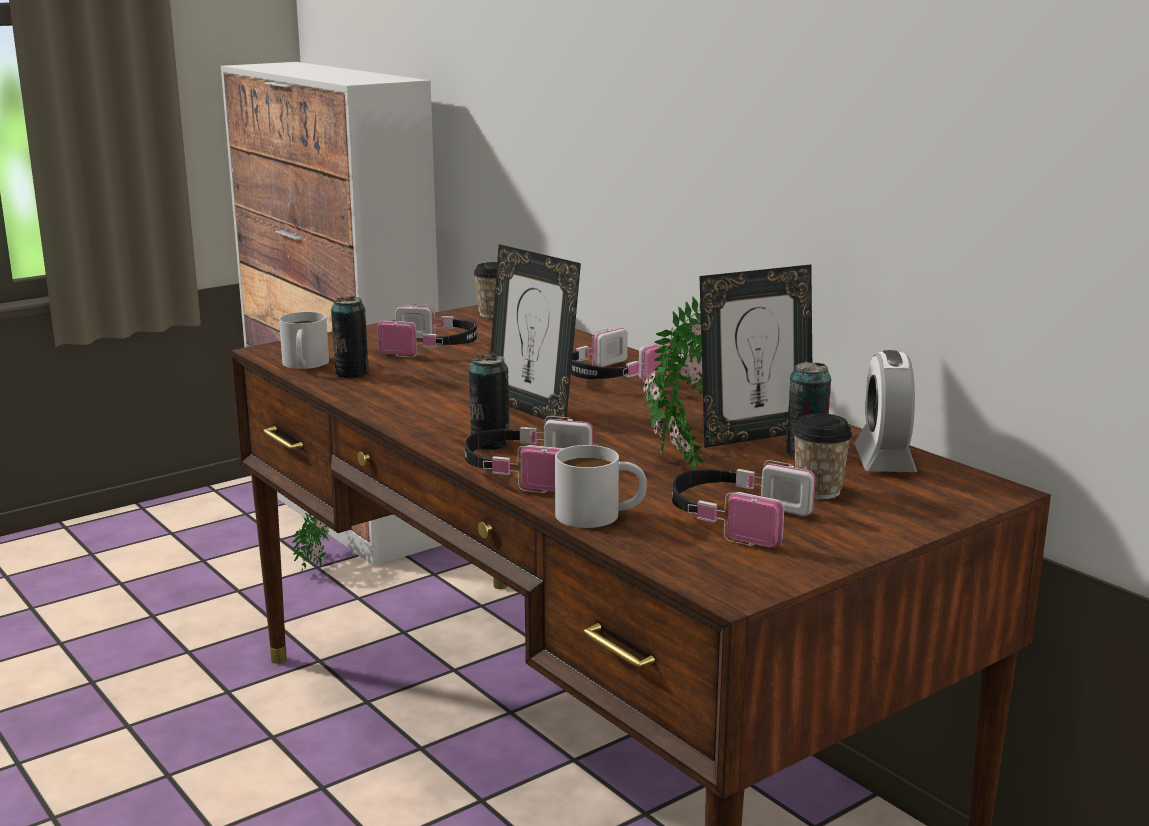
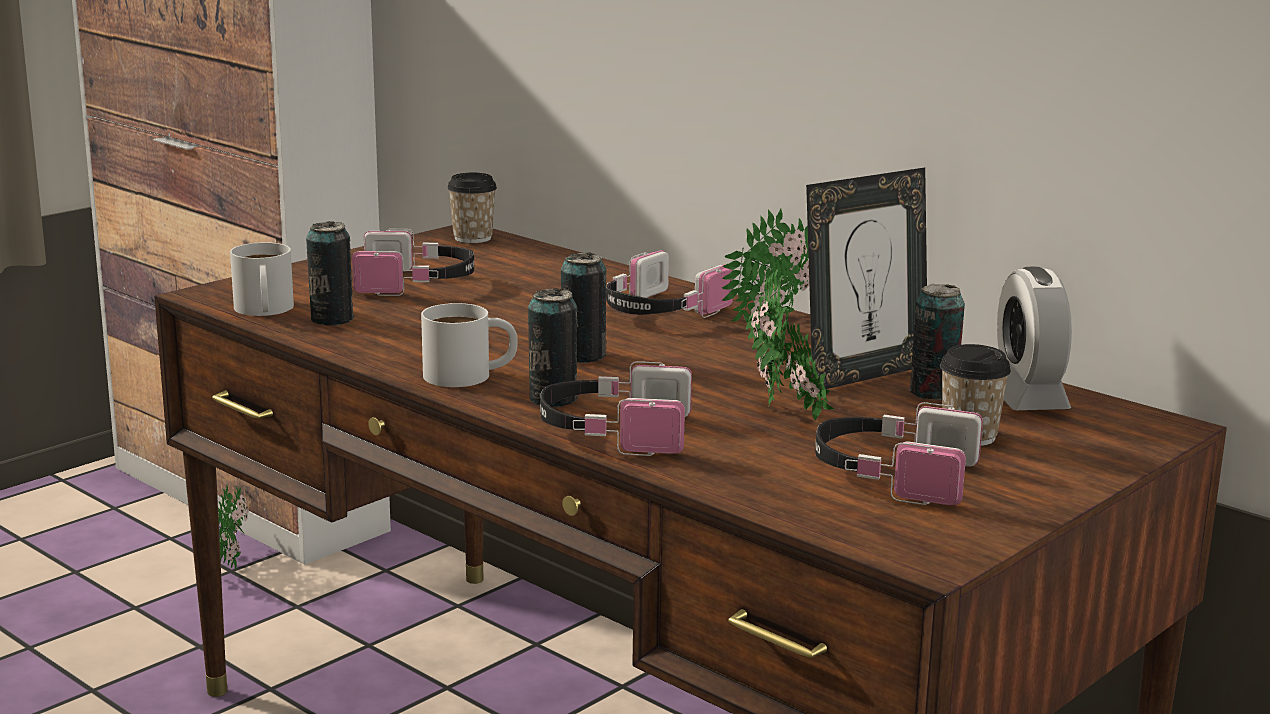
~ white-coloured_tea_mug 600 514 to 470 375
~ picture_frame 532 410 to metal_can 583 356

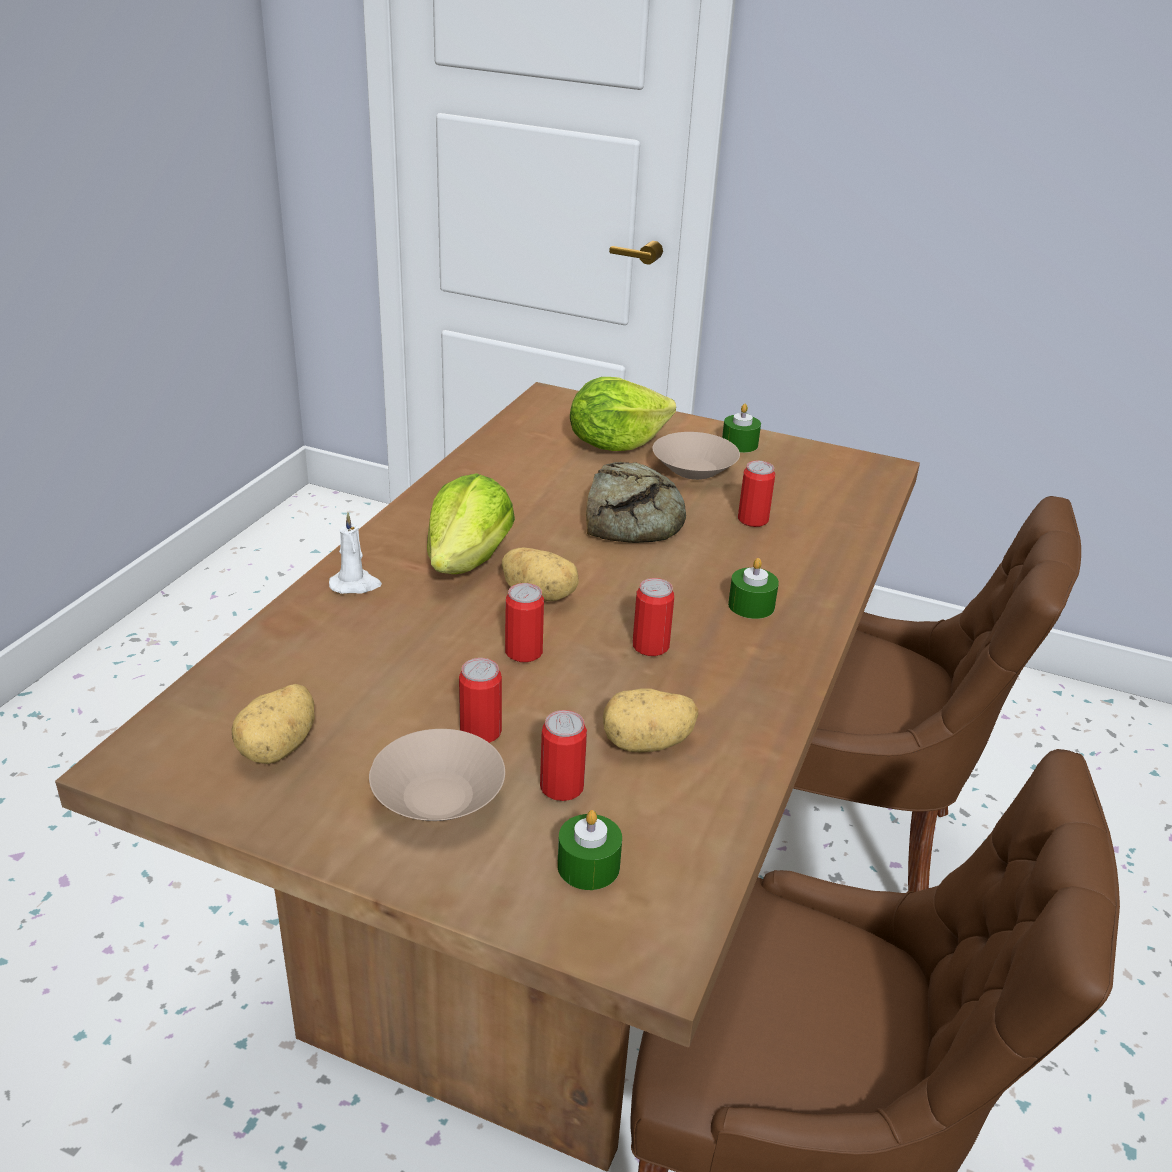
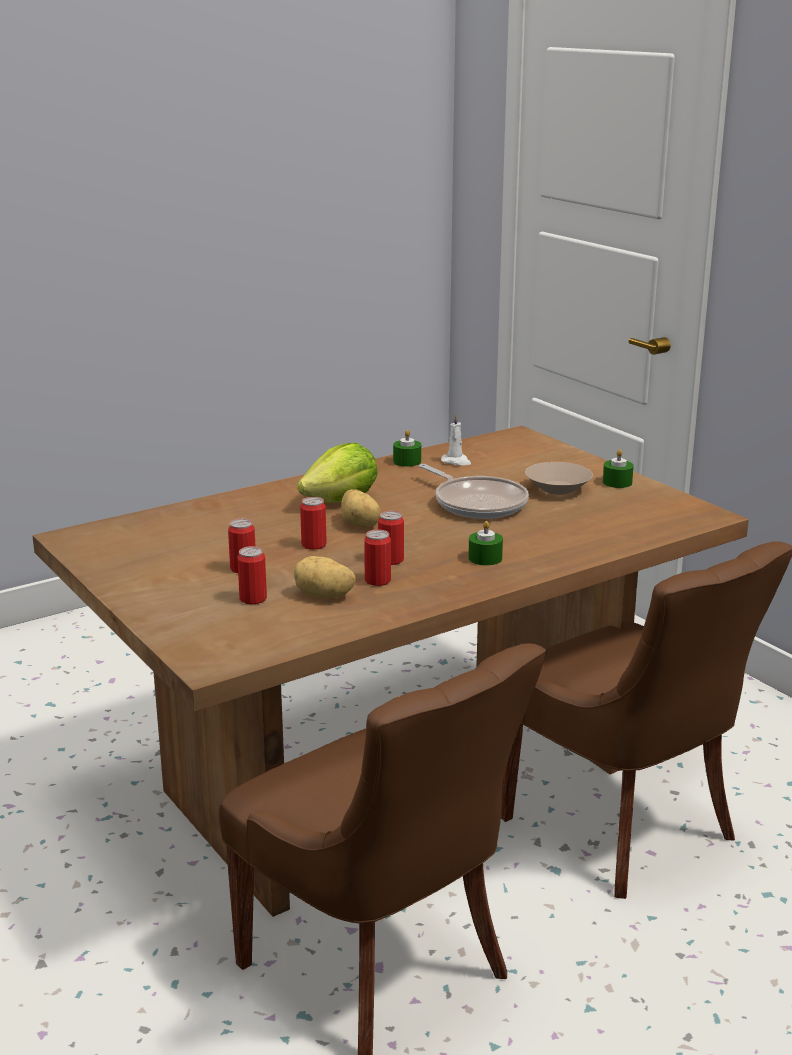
- spud 280 748
- beige-coloured_bowl 437 797
- lettuce 615 444
~ white-coloured_wax_candle 355 585 to 456 462
~ green-coloured_wax_candle 588 866 to 407 461
~ metal_can 753 520 to 377 580
~ bakery_bread 633 517 to frying_pan 477 503

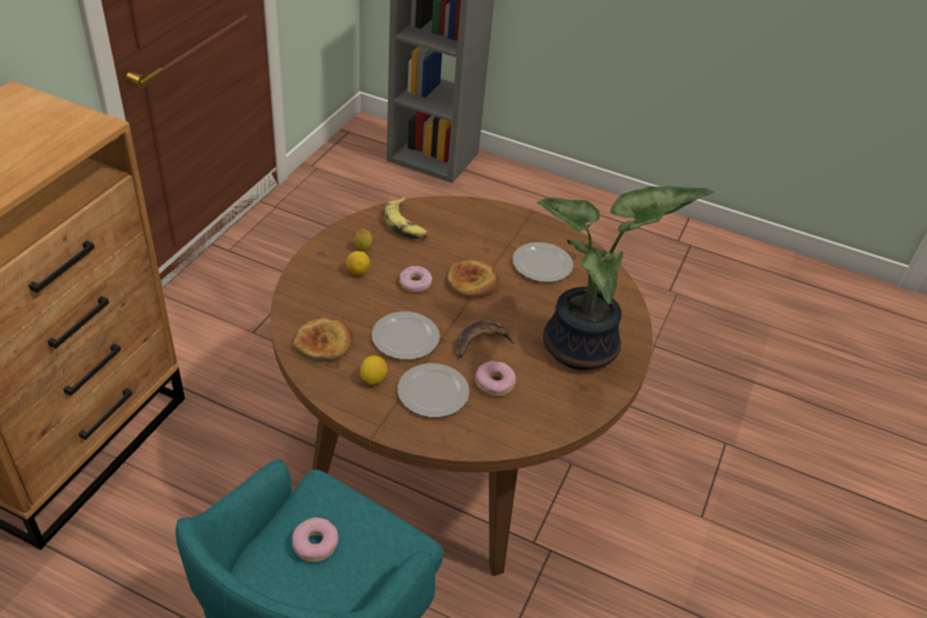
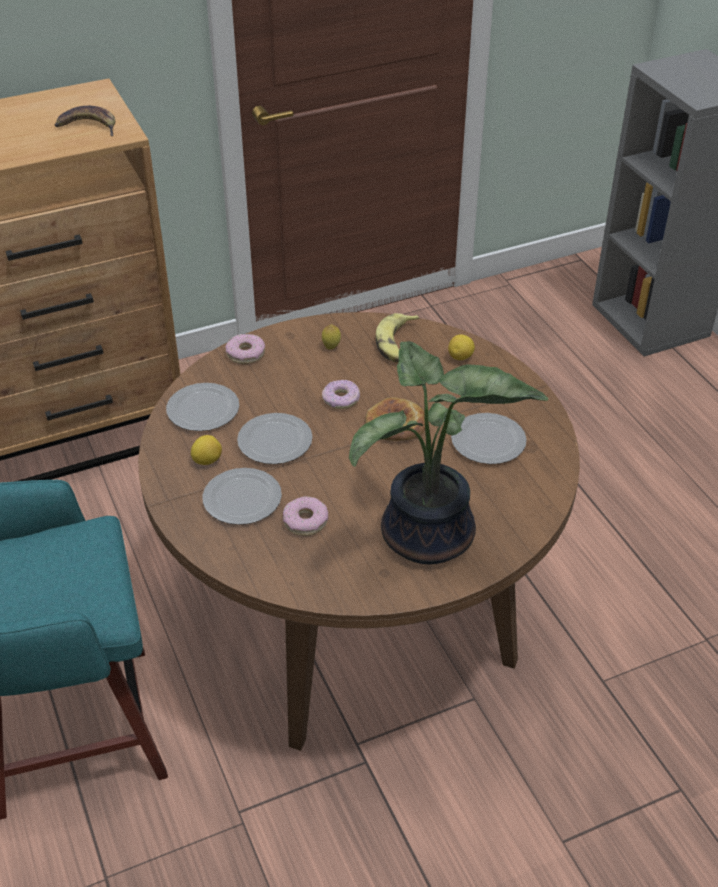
~ doughnut 315 543 to 245 354
~ whole_lemon 358 271 to 460 357
~ whole_banana 480 342 to 88 126
~ bakery_bread 324 342 to plate 204 410

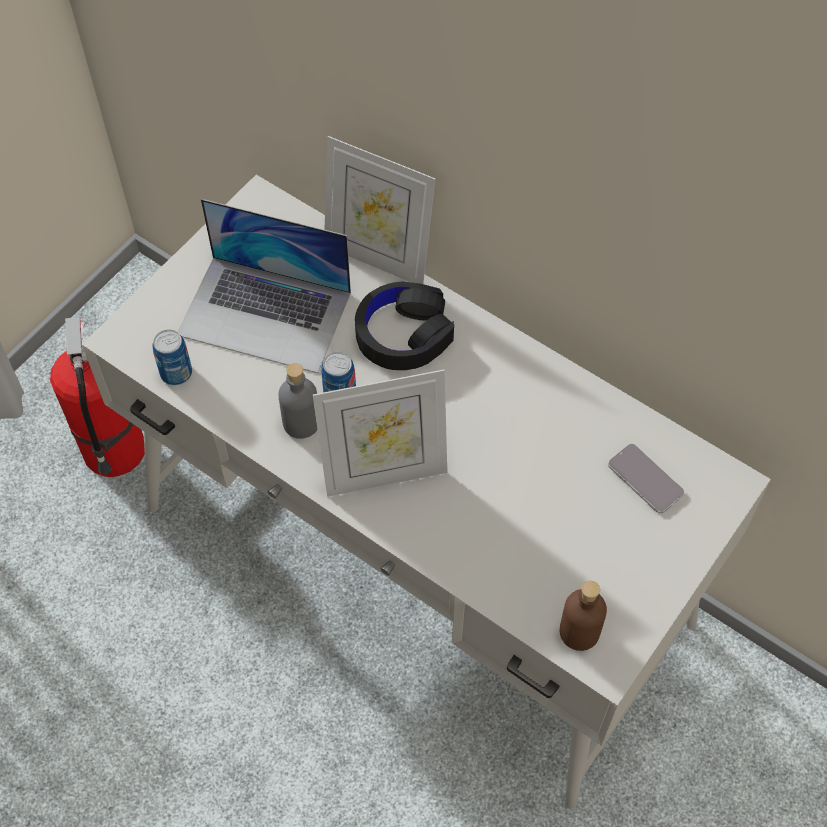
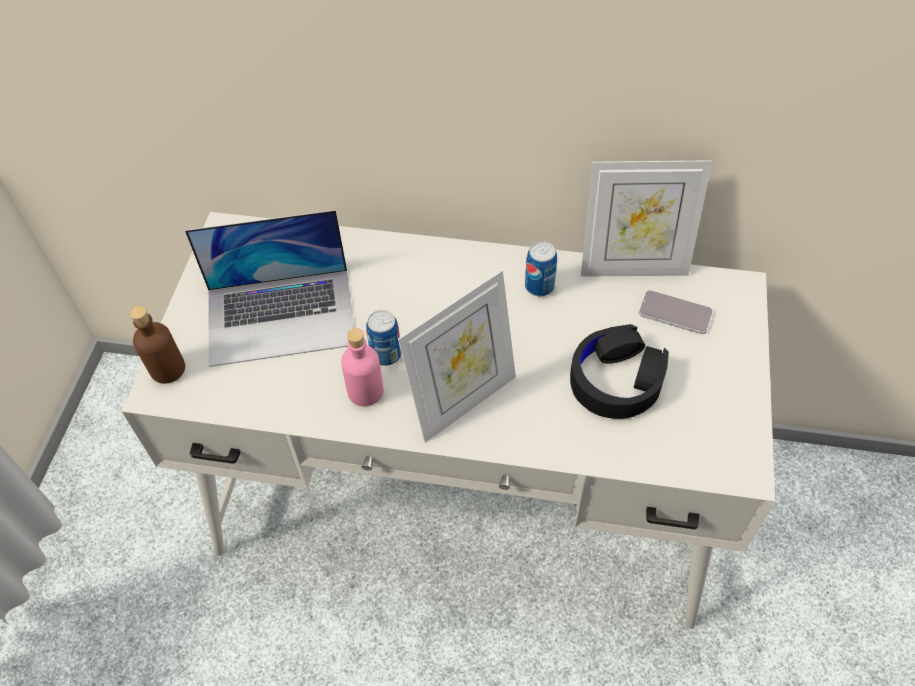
- fire_extinguisher 114 452
~ metal_can 176 373 to 539 286
~ picture_frame 378 257 to 633 267
~ blackish_pair_of_headphones 403 334 to 616 380
~ brown_drink_bottle 579 632 to 167 369
~ gray_drink_bottle 301 423 to pink-coloured_drink_bottle 365 391

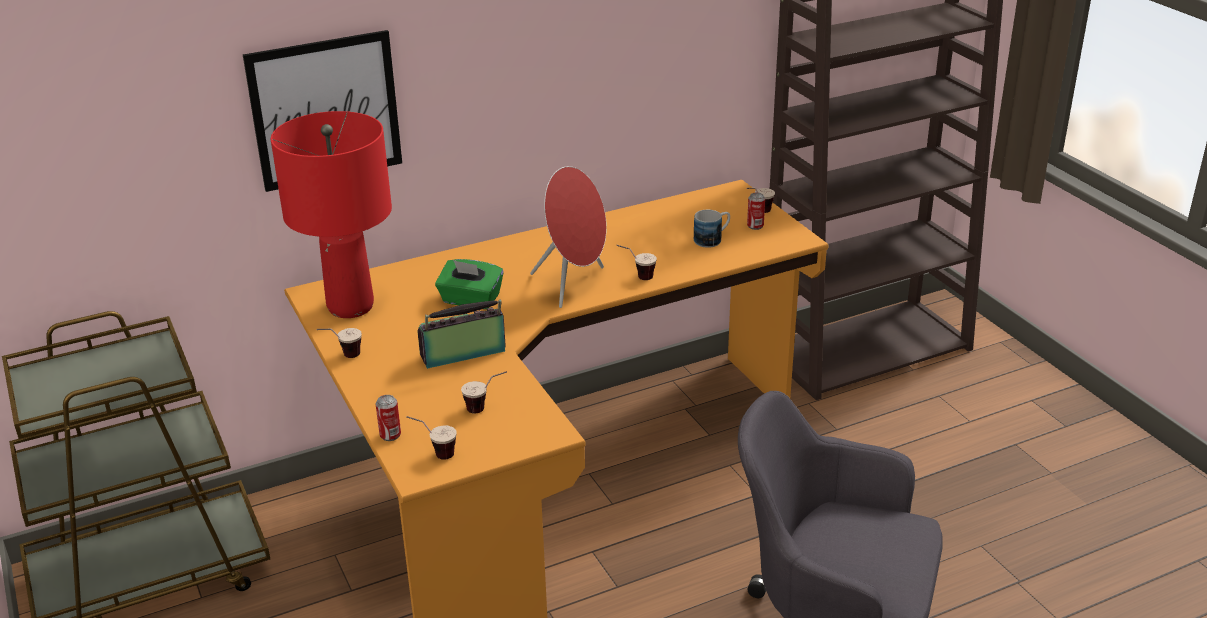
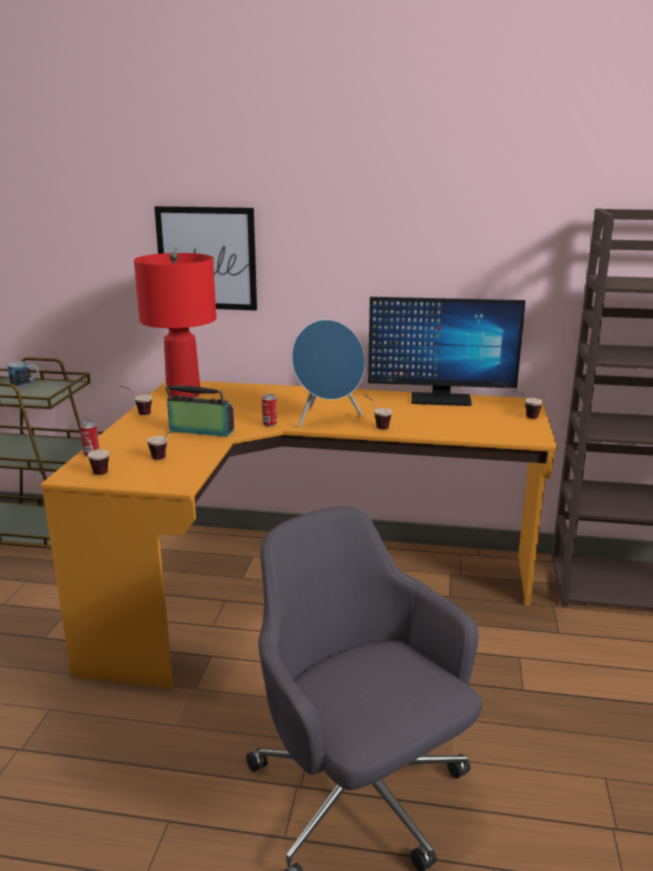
- green-coloured_box_of_tissues 470 300
+ monitor 440 400
~ tea_mug 712 239 to 25 384
~ metal_can 755 226 to 269 424
~ red-coloured_speaker 573 285 to blue-coloured_speaker 327 419

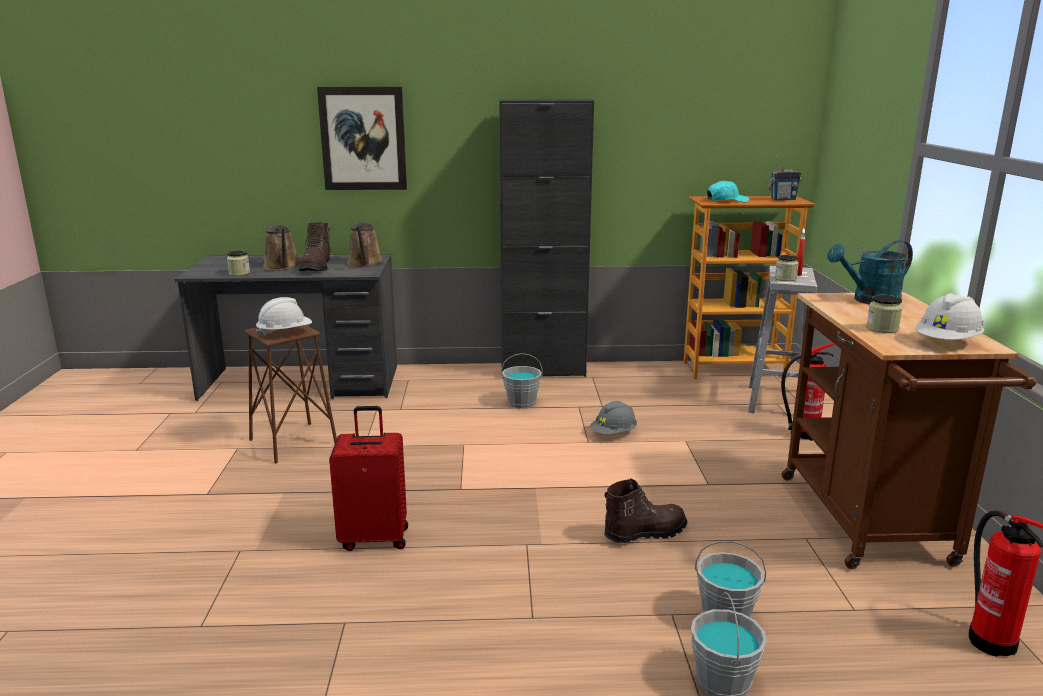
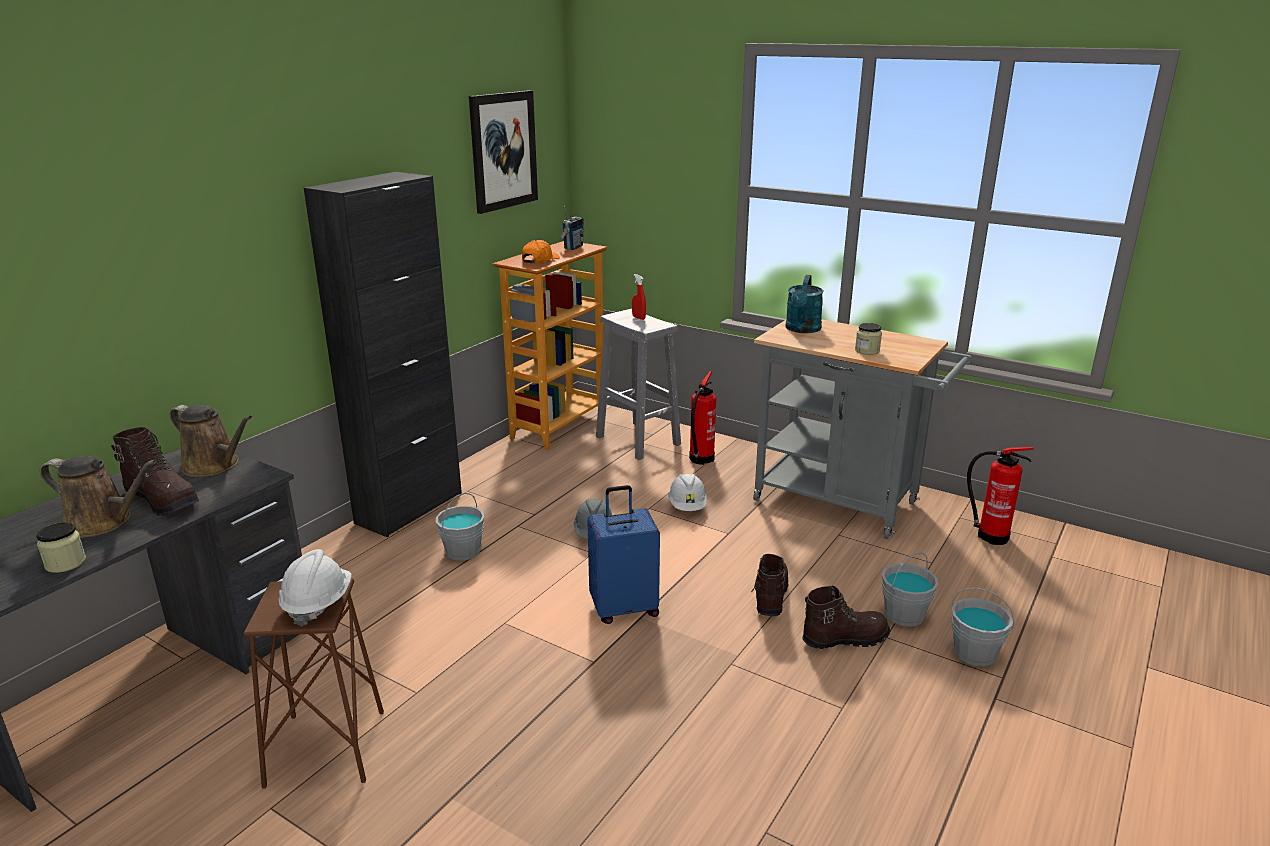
- red-coloured_travel_case 374 537
- storage_jar 785 279
+ blue-coloured_travel_case 624 608
+ brown_high-top_boot 844 639
~ wall_picture 363 139 to 503 151
~ white-coloured_work_helmet 947 342 to 687 506
~ turquoise-coloured_peaked_cap 726 200 to orange_peaked_cap 540 260
~ brown_trolley 870 526 to gray_trolley 845 504

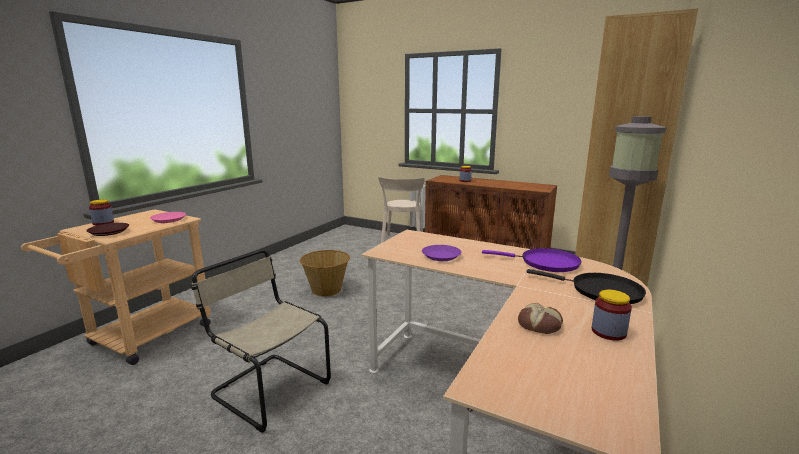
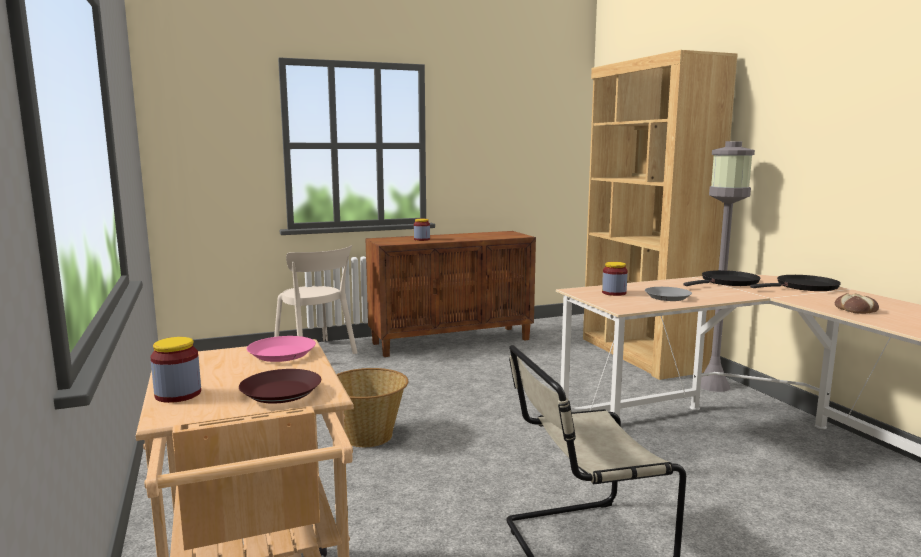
~ storage_jar 608 332 to 614 293
~ purple_plate 441 256 to gray_plate 668 297
~ purple_frying_pan 545 263 to blackish_frying_pan 727 282

